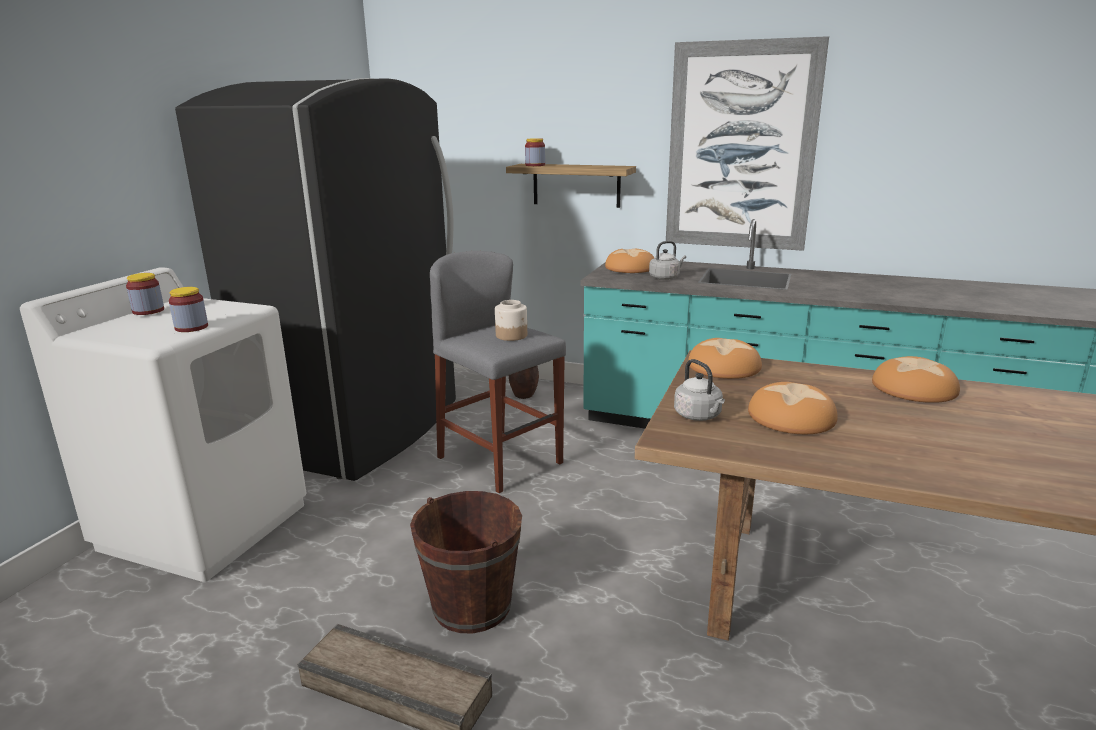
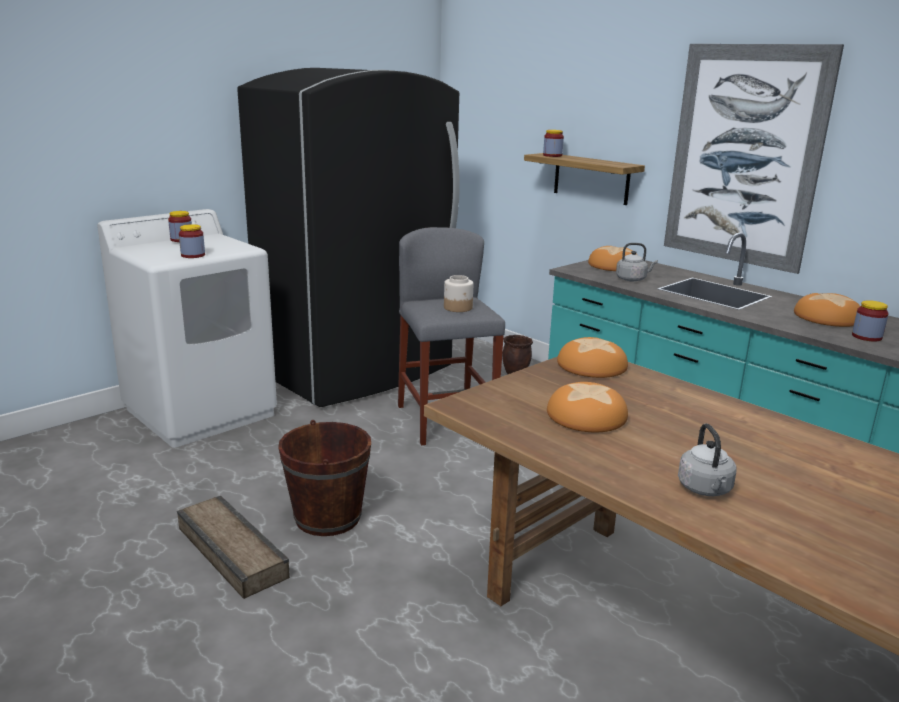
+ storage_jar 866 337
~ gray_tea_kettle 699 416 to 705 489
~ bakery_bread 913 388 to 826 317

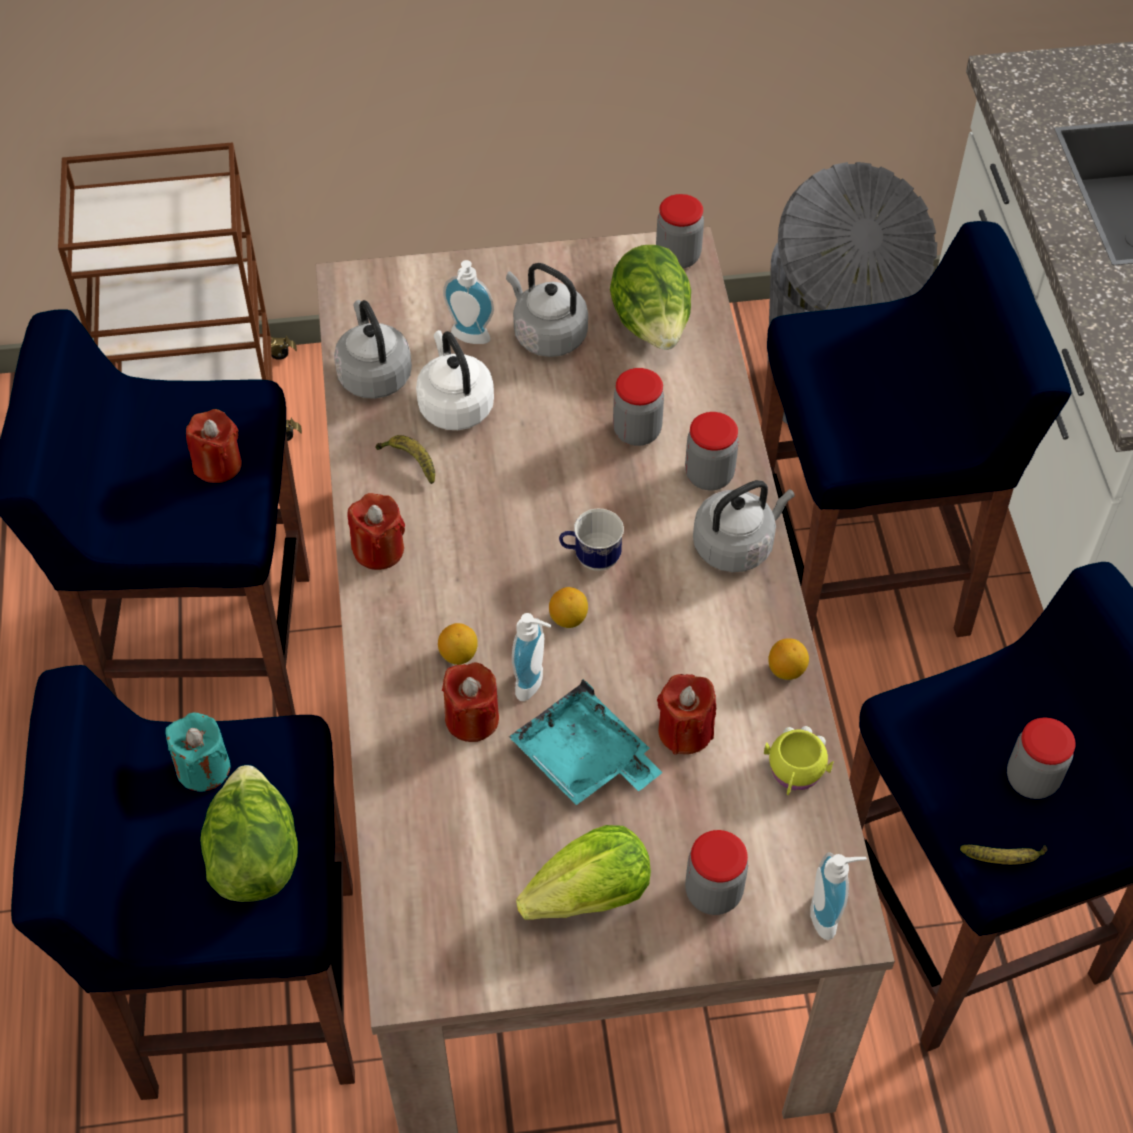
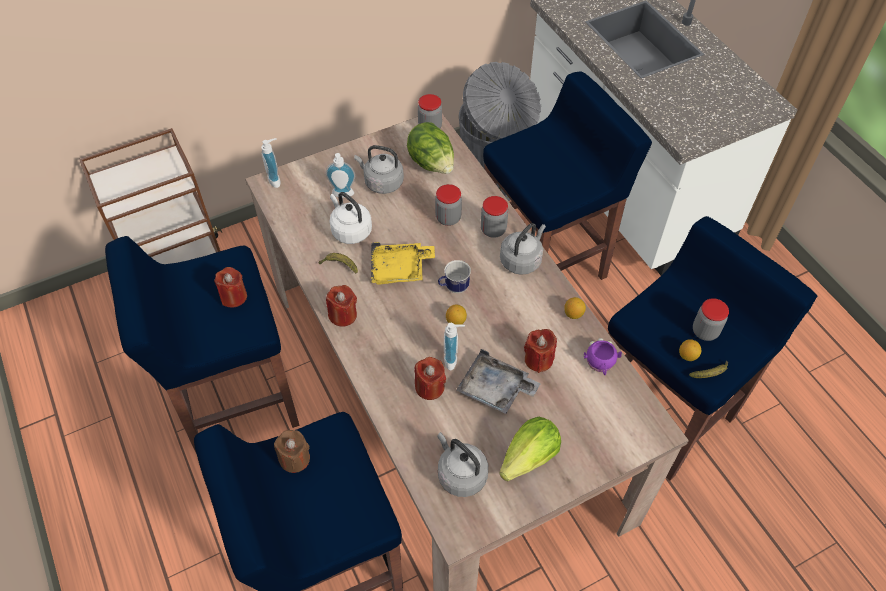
- lettuce 254 856
- storage_jar 713 892
+ yellowish_serving_tray 400 269
~ gray_tea_kettle 373 374 to 460 474
~ whole_lemon 459 655 to 687 356
~ liquid_soap_bottle 830 916 to 276 179
~ turquoise-coloured_wax_candle 203 768 to brown_wax_candle 295 459
~ turquoise-coloured_serving_tray 584 759 to gray_serving_tray 495 389
~ yellowish_tea_mug 794 773 to purple_tea_mug 600 363

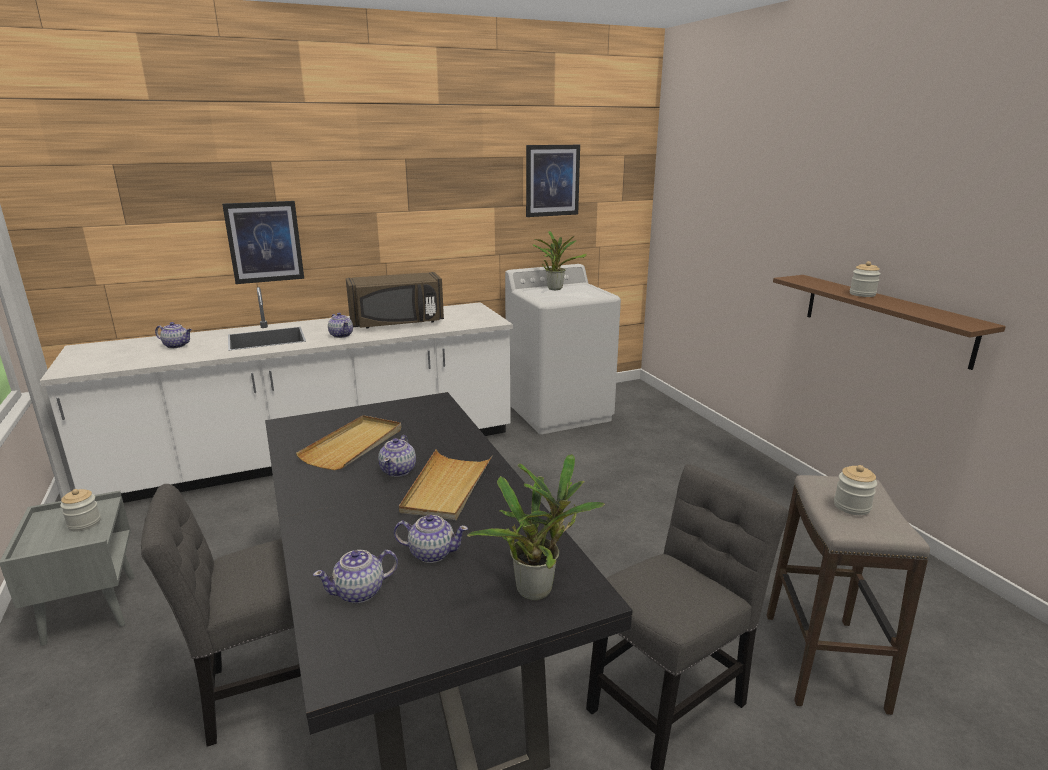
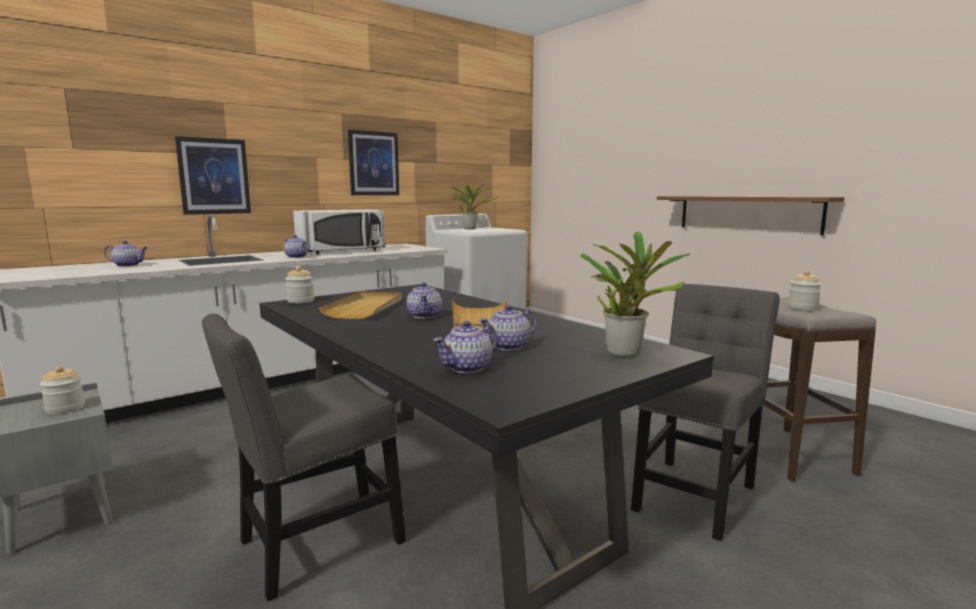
~ wall_picture 552 180 to 373 163
~ storage_jar 862 294 to 300 301
~ brown_microwave 397 323 to white-coloured_microwave 343 251
~ pot_for_tea 431 553 = 509 346 150 degrees clockwise

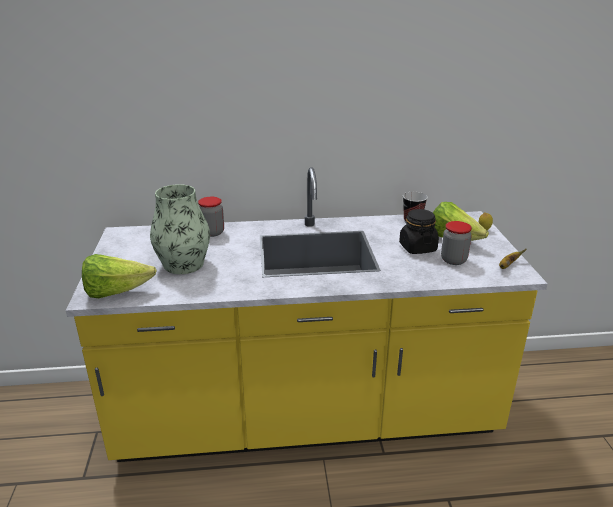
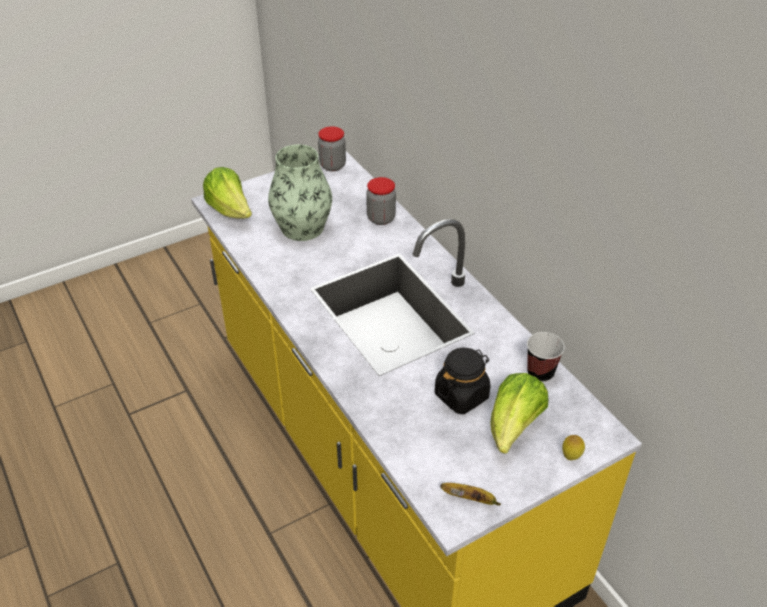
~ storage_jar 453 260 to 332 165

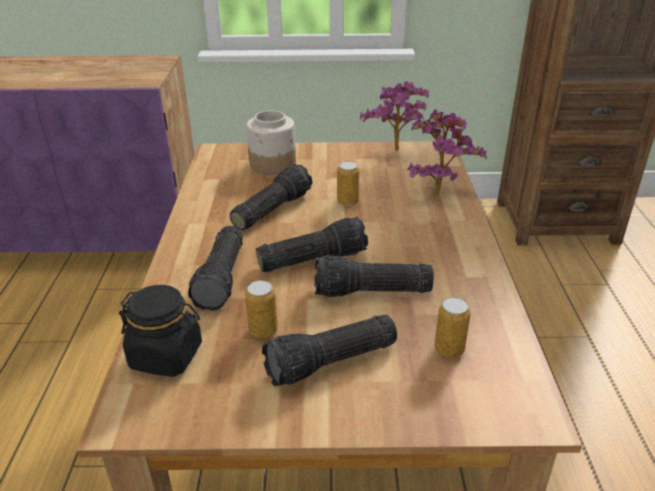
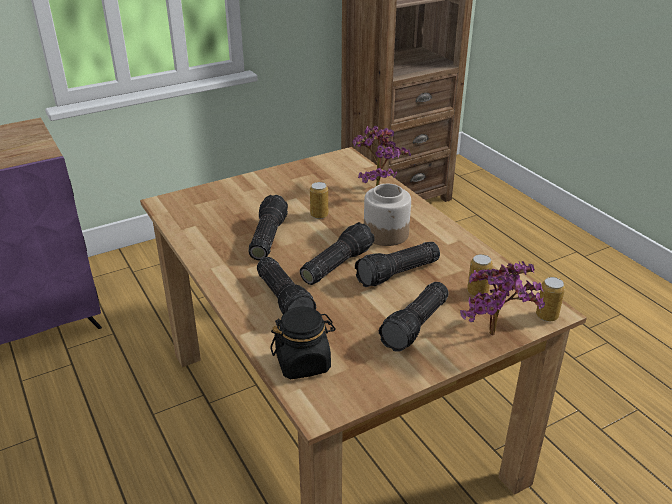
~ metal_can 263 331 to 546 316
~ storage_jar 273 164 to 386 233
~ potted_plant 397 152 to 496 337

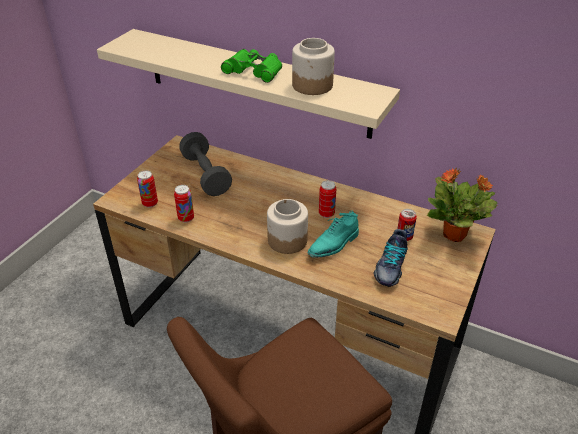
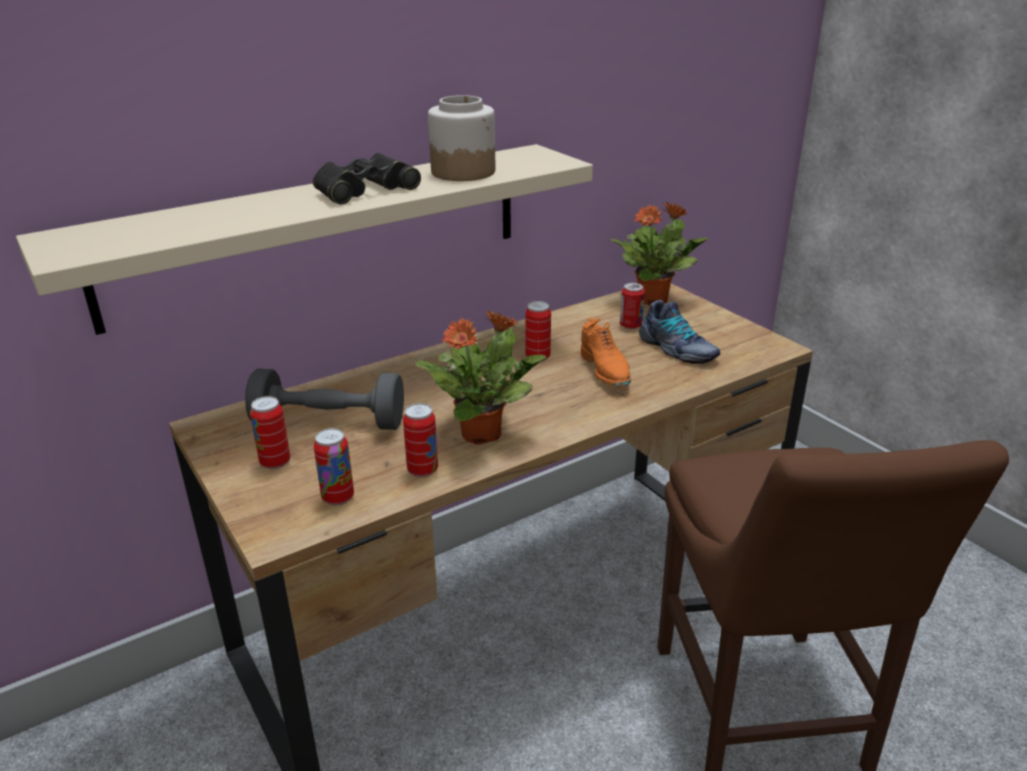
- storage_jar 287 240
+ metal_can 275 462
+ potted_plant 483 434
~ green-coloured_field_glasses 254 71 to blackish_field_glasses 364 190
~ turquoise-coloured_shoe 333 245 to orange_shoe 605 371

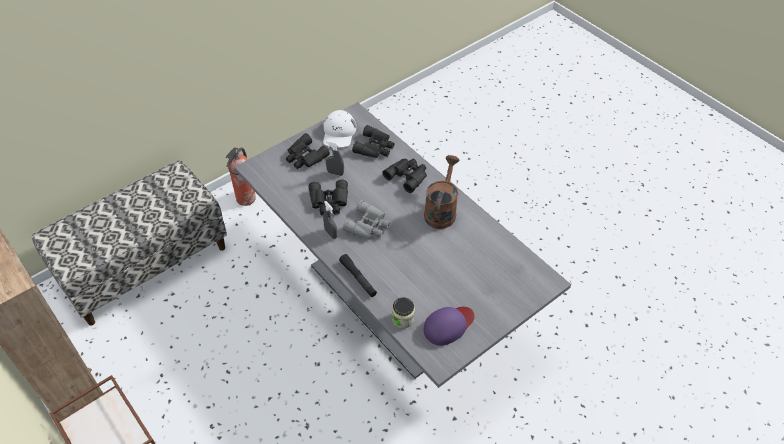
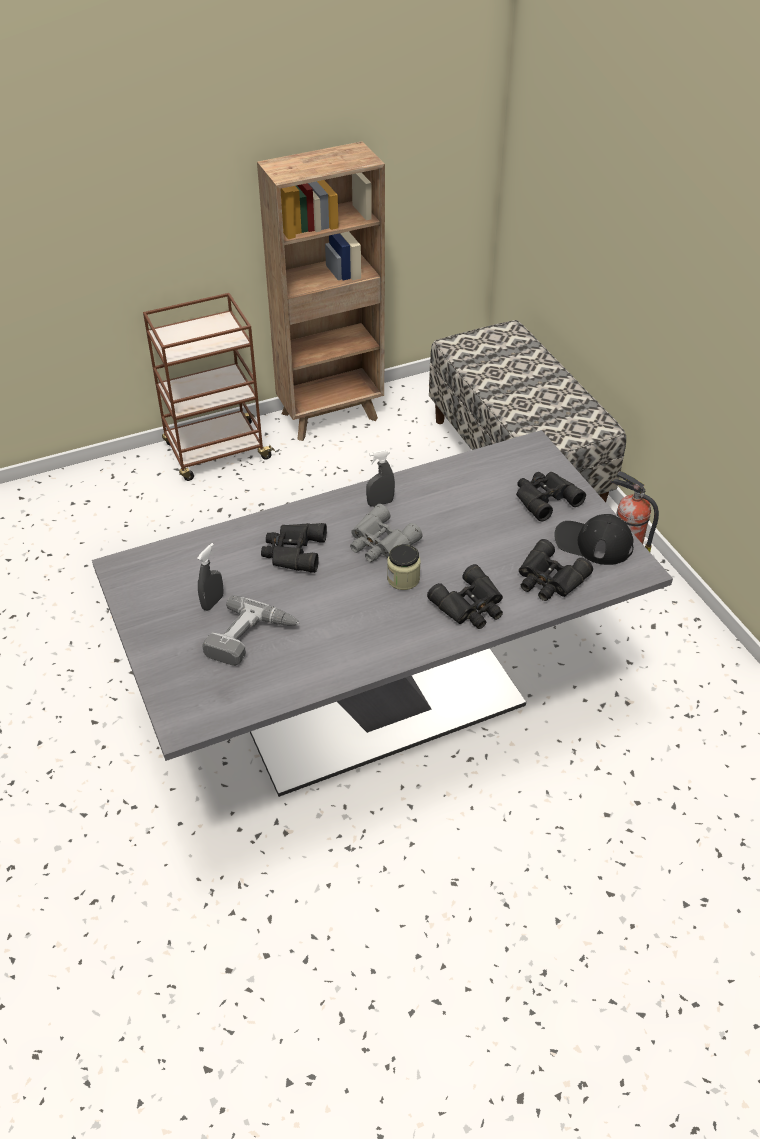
- blackish_torch 358 278
- brown_watering_pot 441 210
- purple_peaked_cap 448 325
+ electric_drill 251 639
~ blackish_field_glasses 329 202 to 292 552
~ gray_spray_bottle 335 173 to 212 602
~ storage_jar 403 319 to 403 579
~ white-coloured_peaked_cap 339 133 to blackish_peaked_cap 593 542

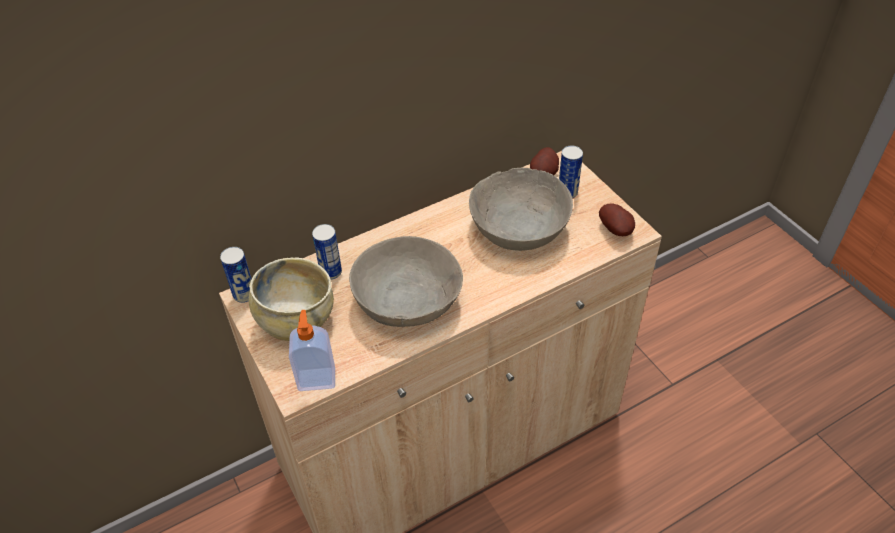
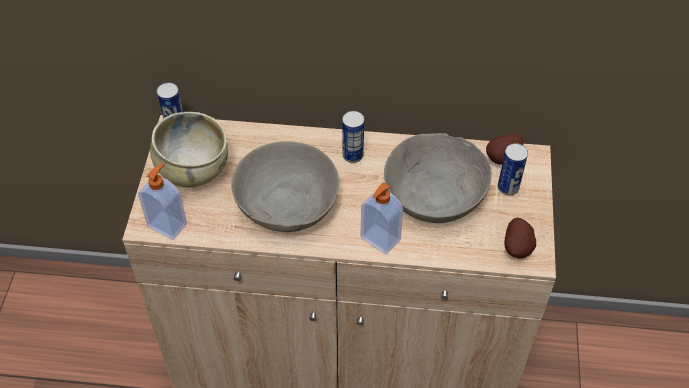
+ liquid_soap_bottle 379 240
~ metal_can 331 272 to 352 155

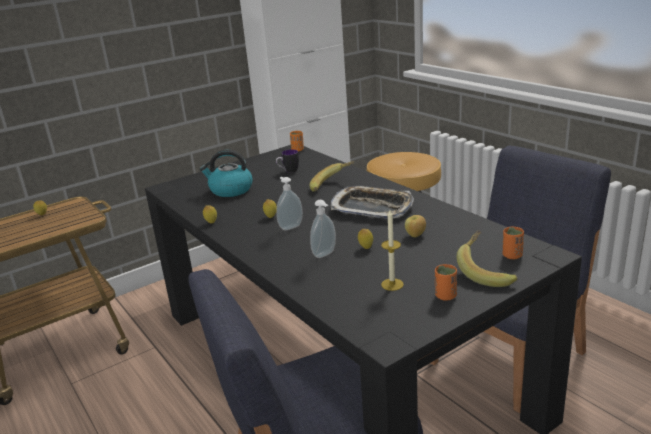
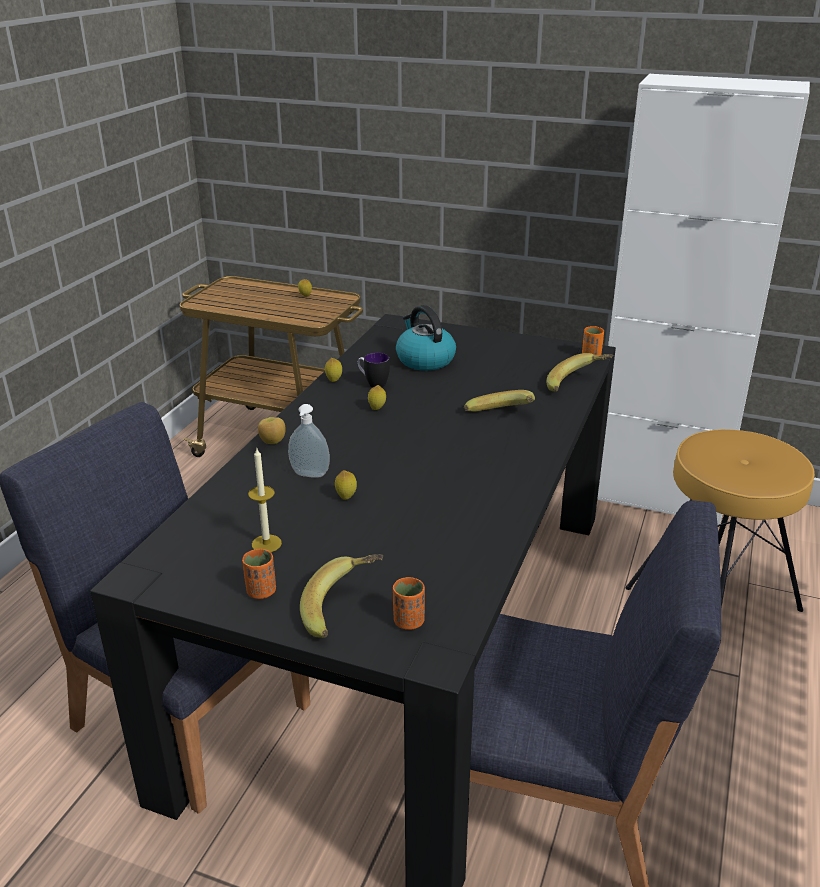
- liquid_soap_bottle 290 226
- serving_tray 372 208
+ whole_banana 577 385
~ tea_mug 288 171 to 373 383
~ apple_fruit 415 235 to 272 442

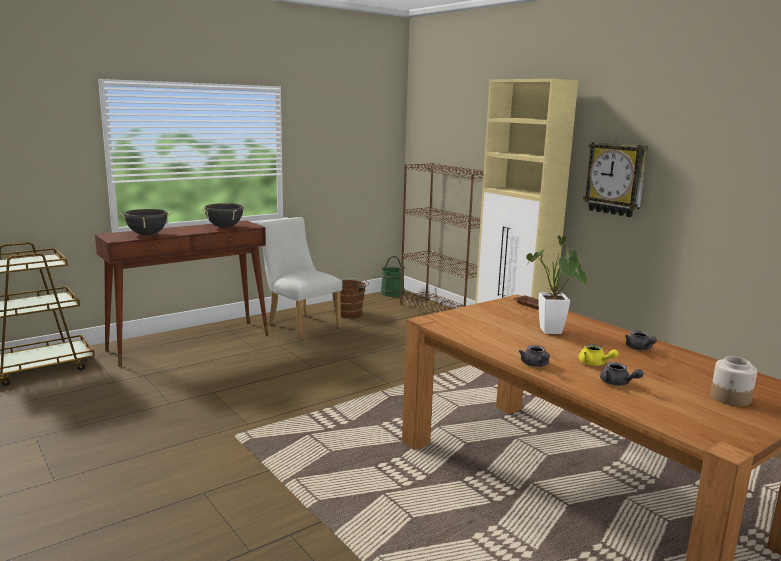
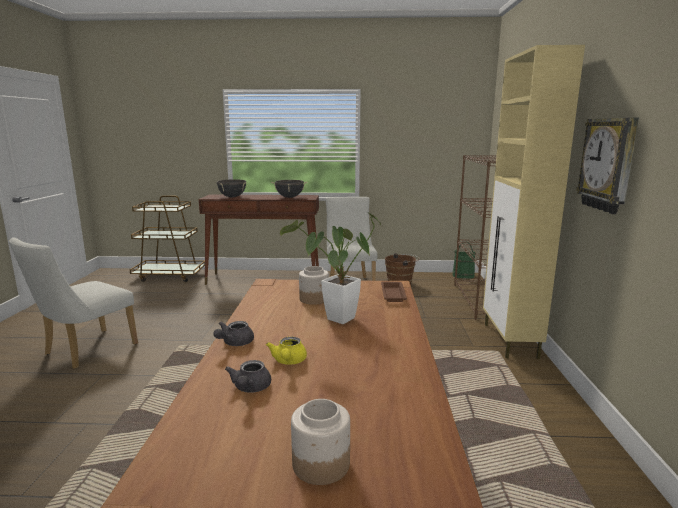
- gray_pot_for_tea 639 349
+ white-coloured_chair 85 351
+ storage_jar 314 299

